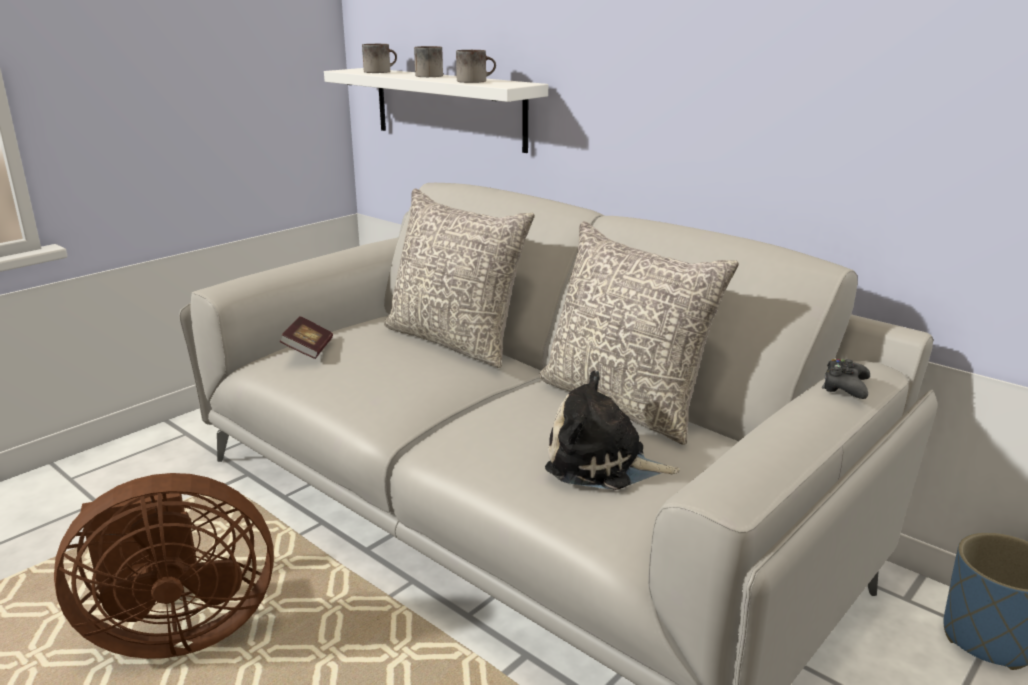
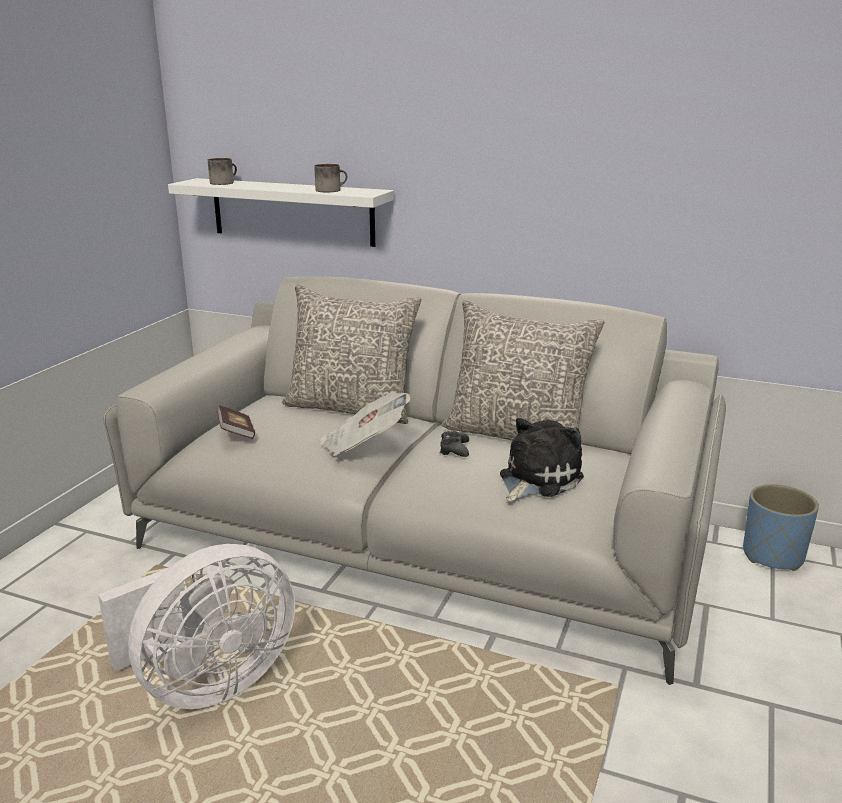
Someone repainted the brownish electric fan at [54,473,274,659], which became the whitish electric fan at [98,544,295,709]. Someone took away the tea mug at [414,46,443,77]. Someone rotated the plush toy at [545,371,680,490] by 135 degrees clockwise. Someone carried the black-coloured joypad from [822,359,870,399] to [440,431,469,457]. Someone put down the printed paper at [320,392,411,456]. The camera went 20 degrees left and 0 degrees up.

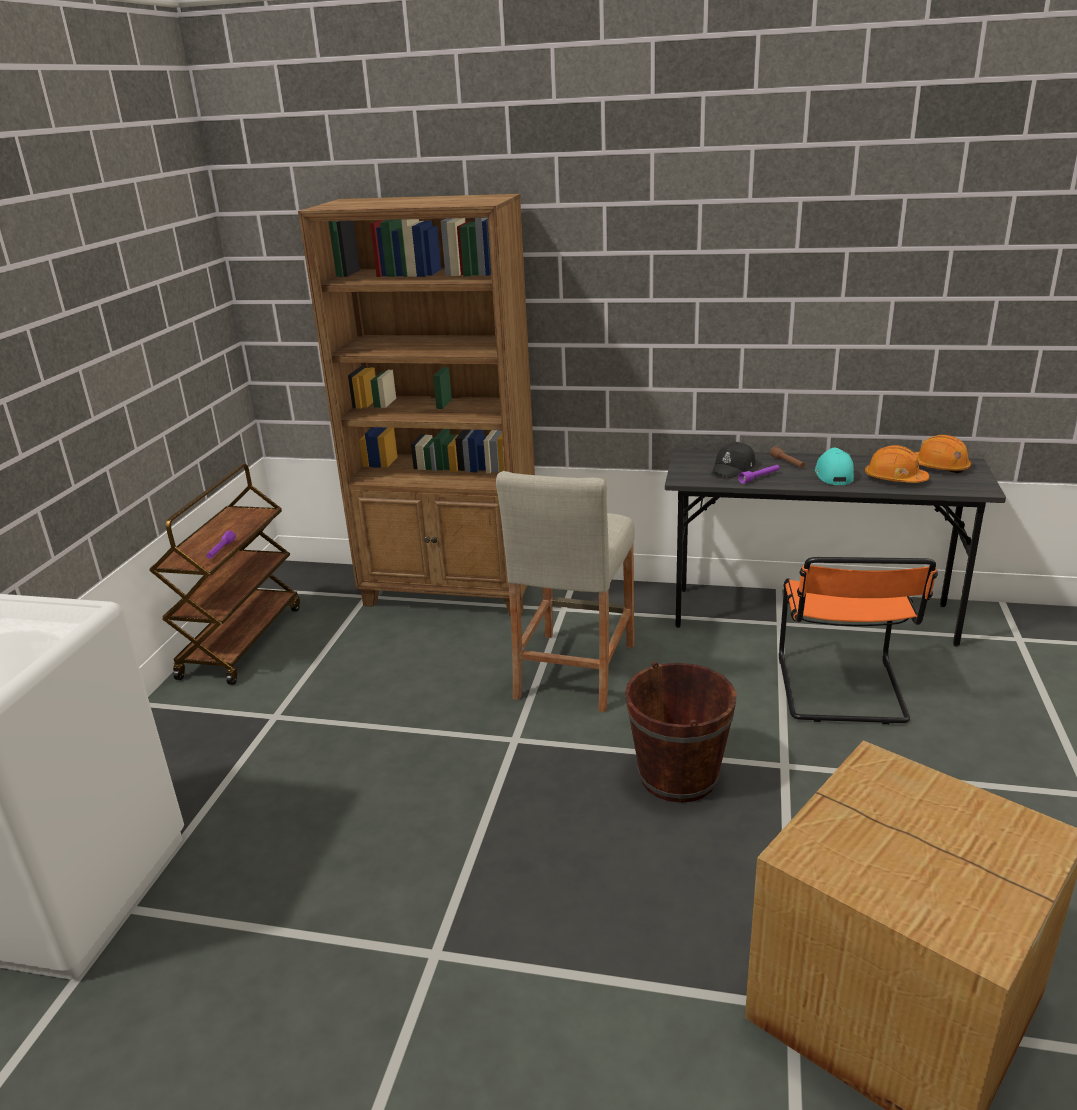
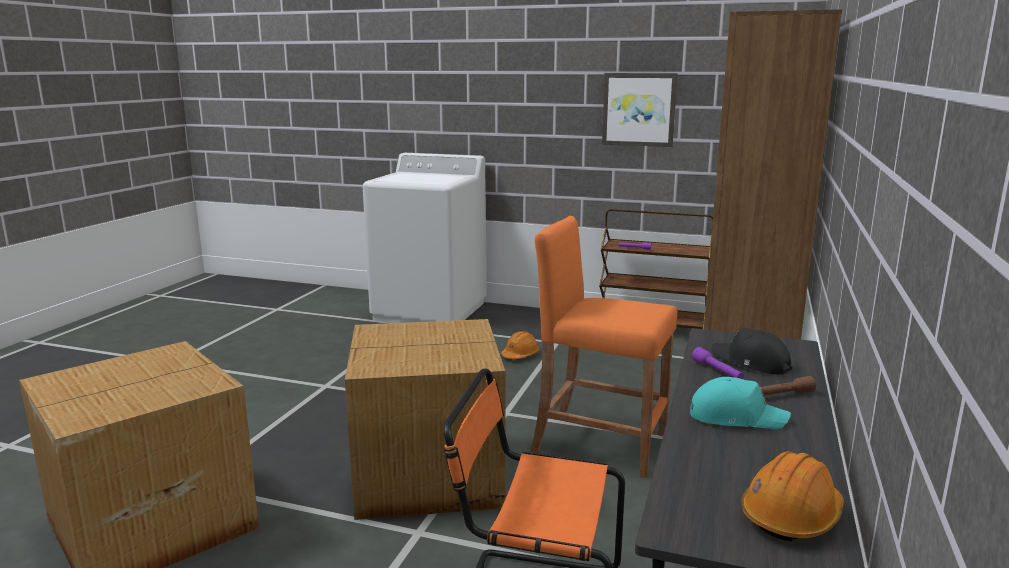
Someone repainted the beige stool at [496,471,635,712], which became the orange stool at [531,216,678,478]. Someone swapped the brownish water bucket at [625,662,737,803] for the cardboard box at [345,319,505,520]. Someone carried the orange safety helmet from [865,445,930,483] to [501,331,539,359]. Someone put up the wall picture at [602,73,677,147]. The camera went 95 degrees right and 10 degrees down.

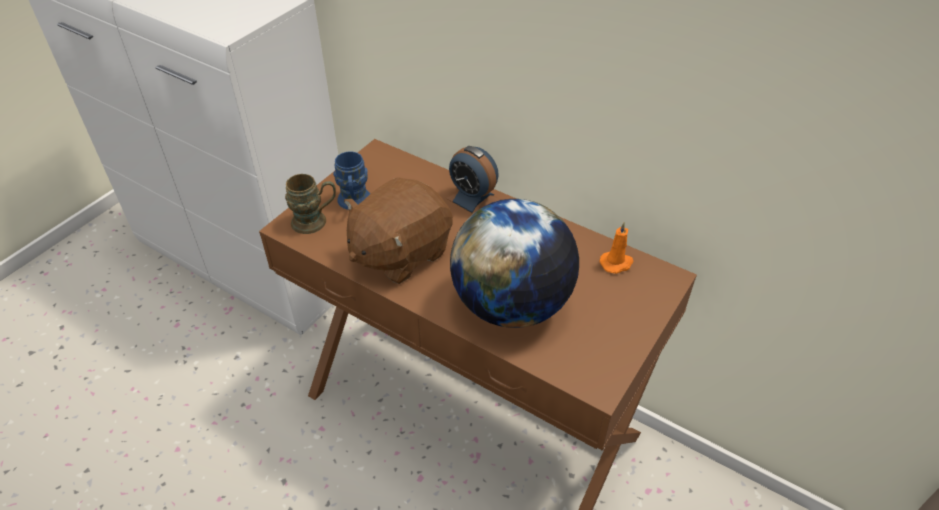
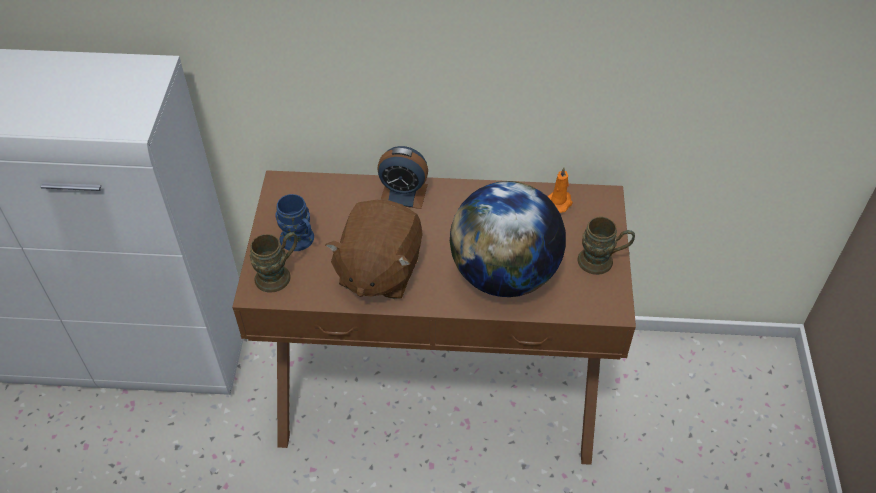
Someone put down the brownish tea mug at [578,217,635,275]. The camera went 30 degrees left and 5 degrees up.

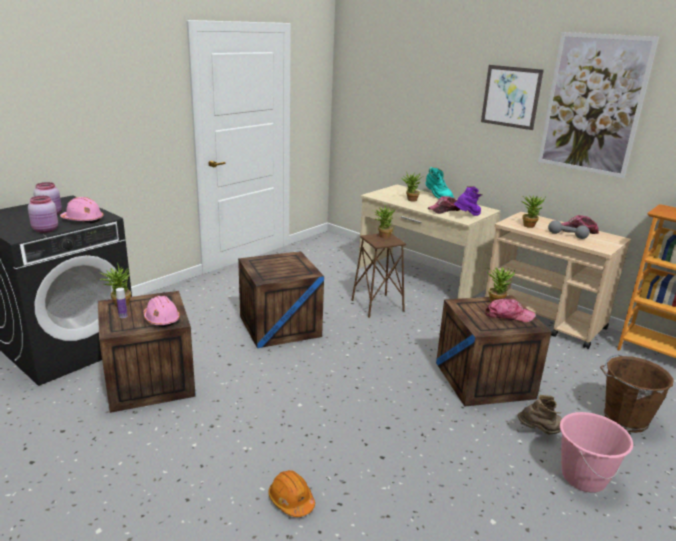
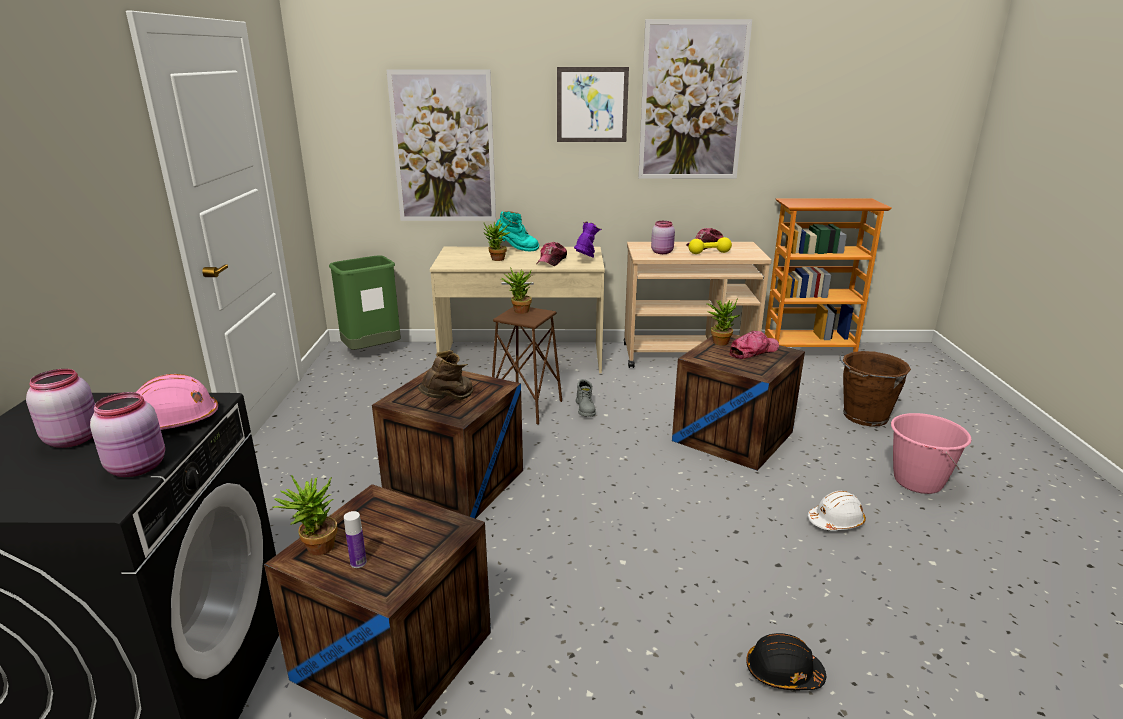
Someone took away the pinkish safety helmet at [144,296,180,327]. Someone repainted the orange safety helmet at [269,470,315,517], which became the black-coloured safety helmet at [746,633,826,690]. Someone carried the brownish boot from [517,395,562,435] to [418,350,473,400]. Someone swapped the houseplant at [522,195,546,228] for the pinkish storage jar at [651,221,675,254]. Someone repainted the grey dumbbell at [548,220,590,239], which became the yellowish dumbbell at [689,237,732,254]. Someone put down the green waste bin at [329,255,401,350]. Someone put up the wall picture at [387,69,496,221]. Someone put down the grey boot at [576,379,596,417]. Someone put down the whitish safety helmet at [808,491,866,531]. The camera went 40 degrees left and 0 degrees up.

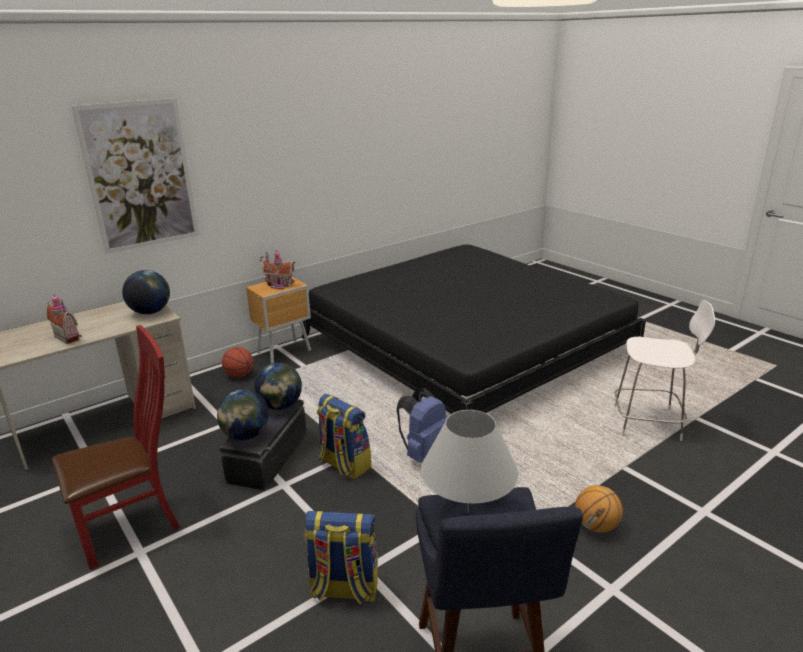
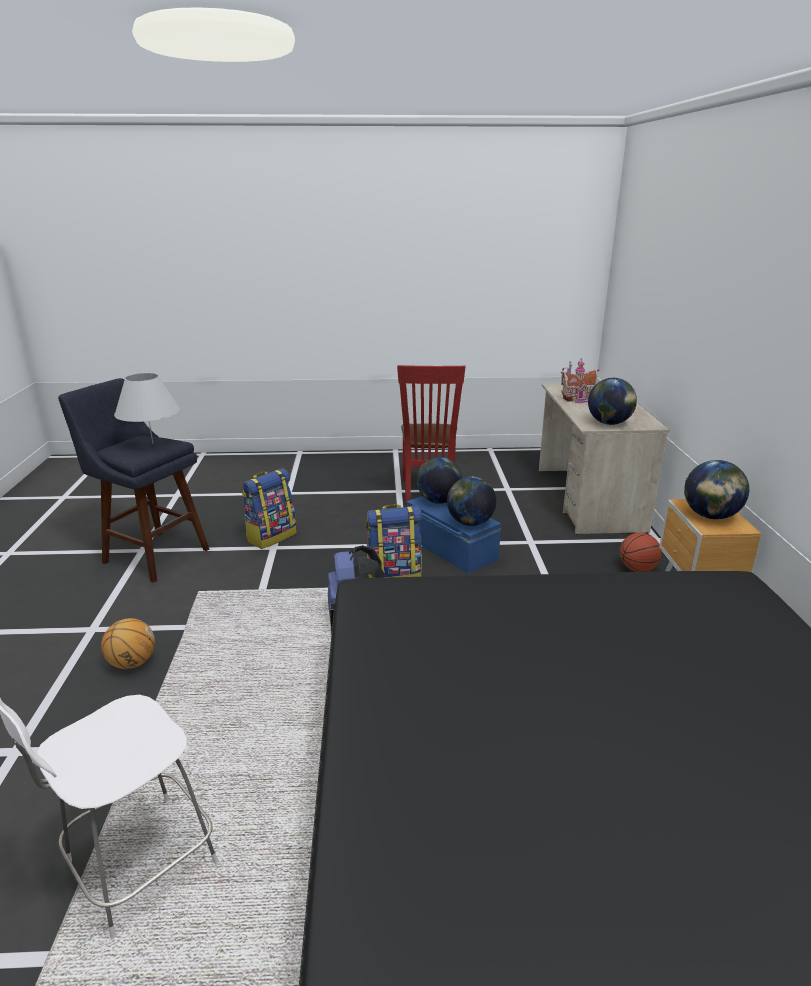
Someone took away the wall picture at [72,98,199,254]. Someone repainted the black-coloured storage box at [220,399,307,491], which became the blue storage box at [406,496,501,574]. Someone swapped the miniature house at [260,250,295,289] for the globe at [684,460,749,519]. The camera went 125 degrees right and 0 degrees up.

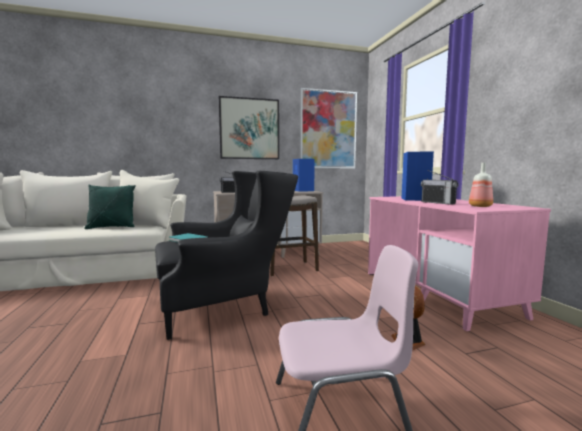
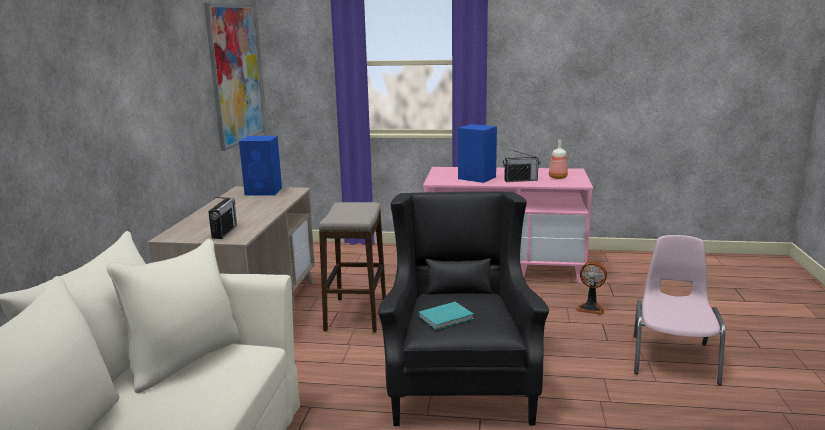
Someone took away the green cushion at [84,185,136,229]. Someone took away the wall picture at [219,96,279,159]. The camera went 65 degrees left and 10 degrees up.

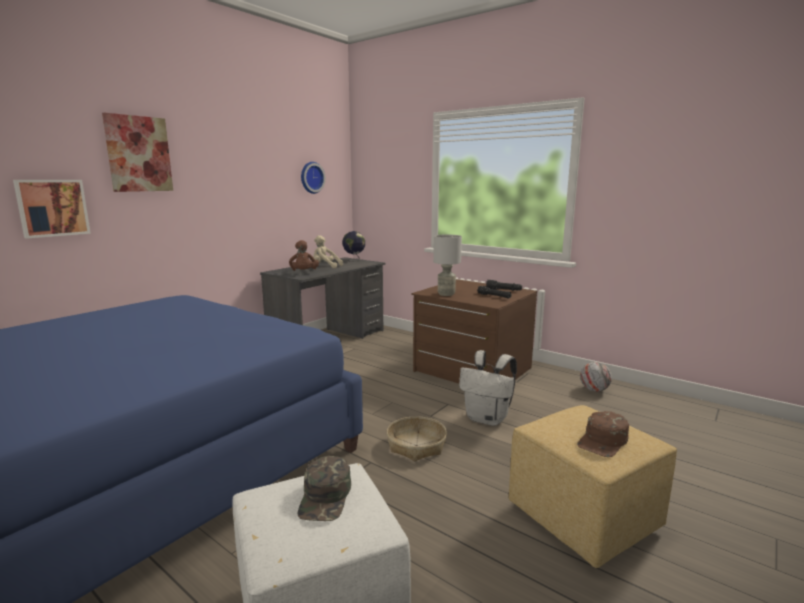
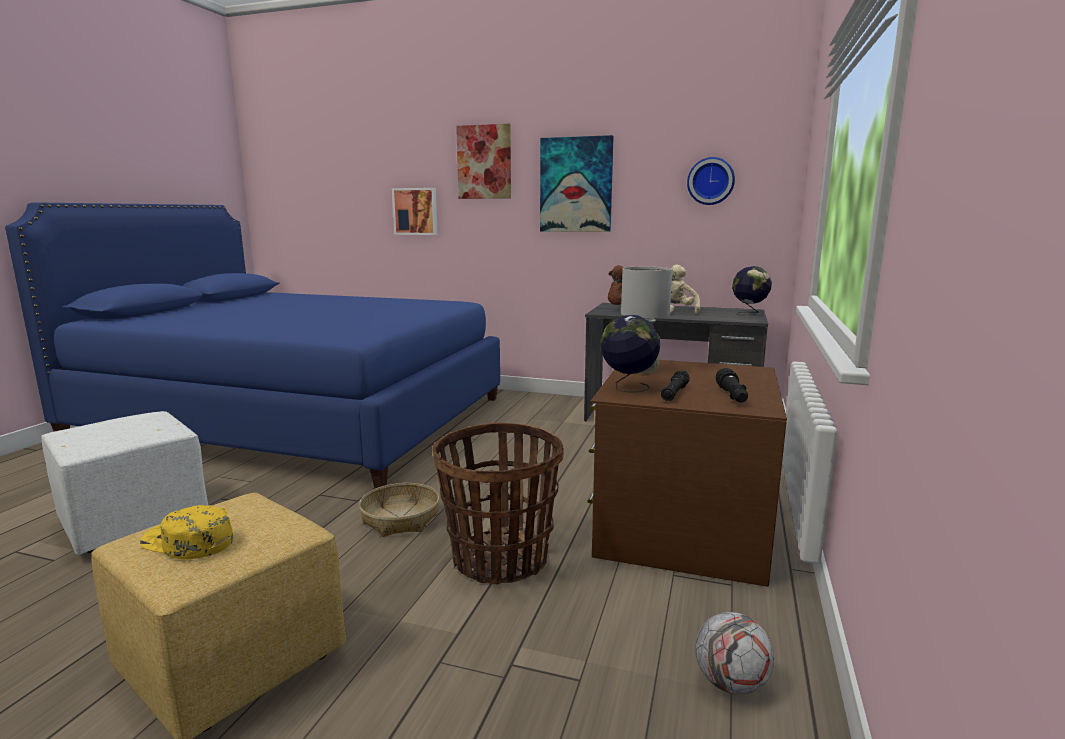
Someone took away the green peaked cap at [297,456,351,521]. Someone swapped the whitish backpack at [459,350,517,426] for the storage basket at [432,423,564,584]. Someone repainted the brownish peaked cap at [577,411,629,457], which became the yellowish peaked cap at [140,505,233,559]. Someone put up the wall picture at [540,135,614,232]. Someone put down the globe at [600,315,660,392]. The camera went 70 degrees right and 0 degrees up.

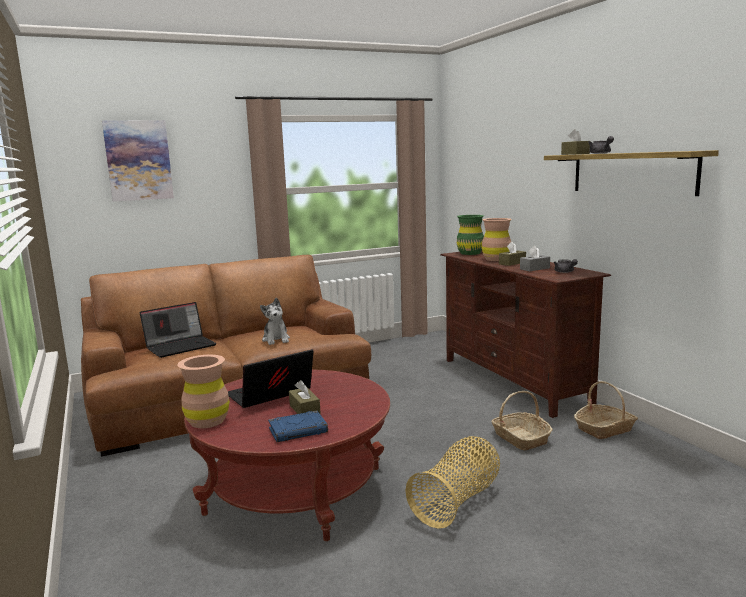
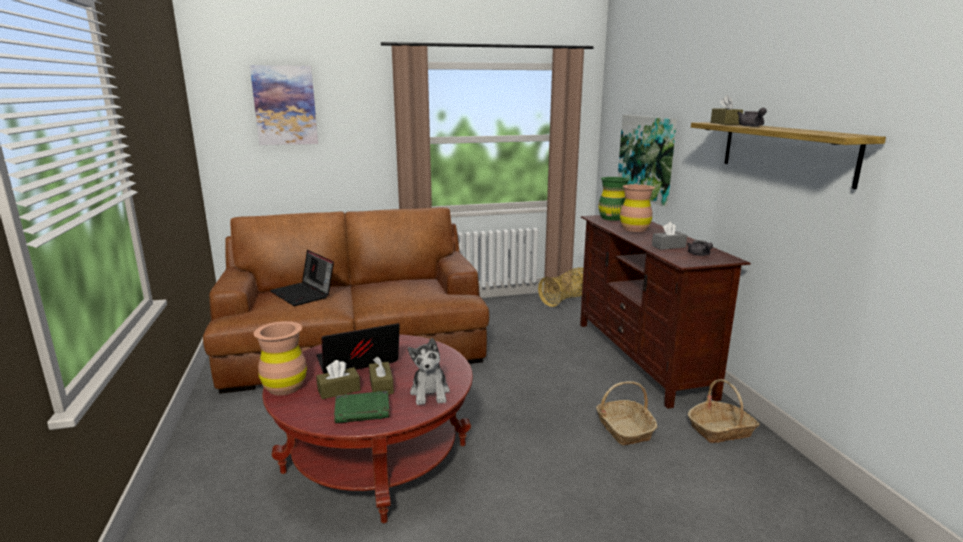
Someone rotated the portable computer at [139,302,216,358] by 75 degrees clockwise. Someone carried the plush toy from [260,298,290,345] to [408,338,450,405]. Someone repainted the blue book at [268,410,328,442], which became the green book at [334,391,390,423]. Someone carried the storage basket from [405,436,500,529] to [538,267,584,307]. Someone carried the brownish tissue holder from [499,242,526,266] to [316,360,360,399]. Someone put up the wall picture at [618,114,677,207]. The camera went 10 degrees right and 5 degrees up.

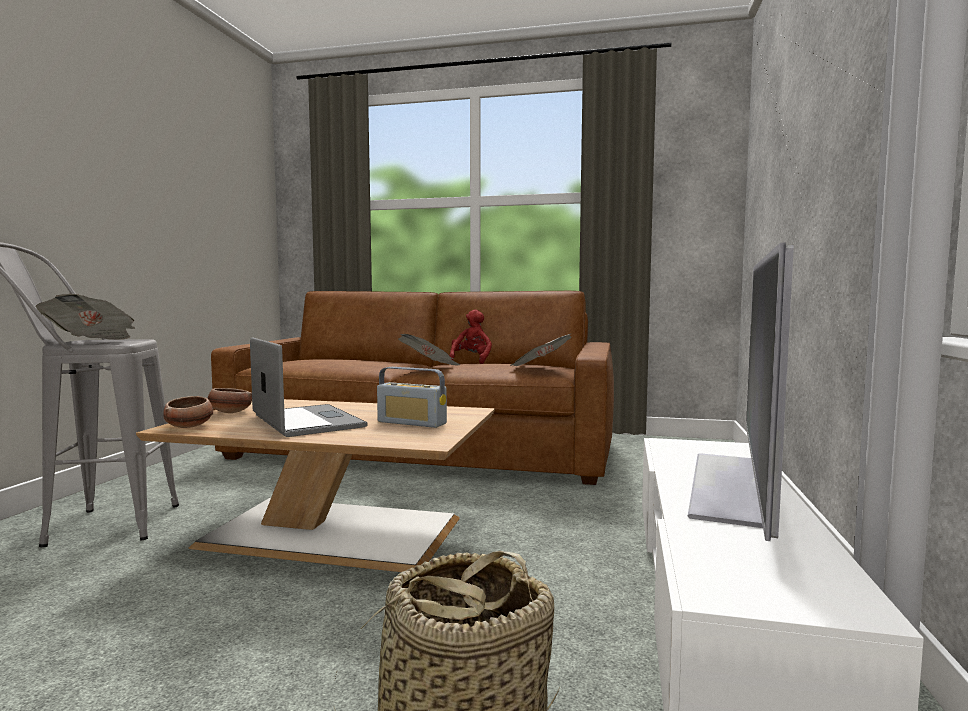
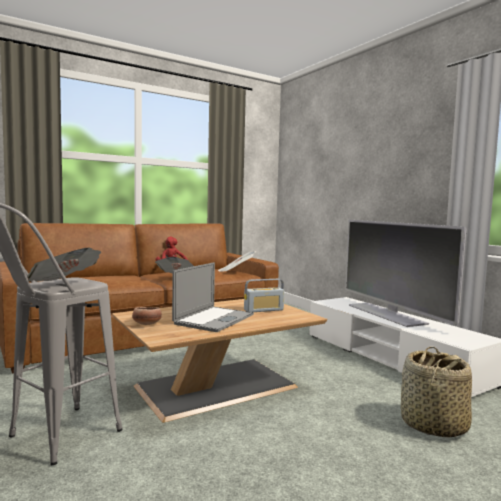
Someone took away the deep dish at [163,396,213,428]. Someone rotated the portable computer at [250,337,368,437] by 105 degrees clockwise. The camera went 45 degrees left and 0 degrees up.

